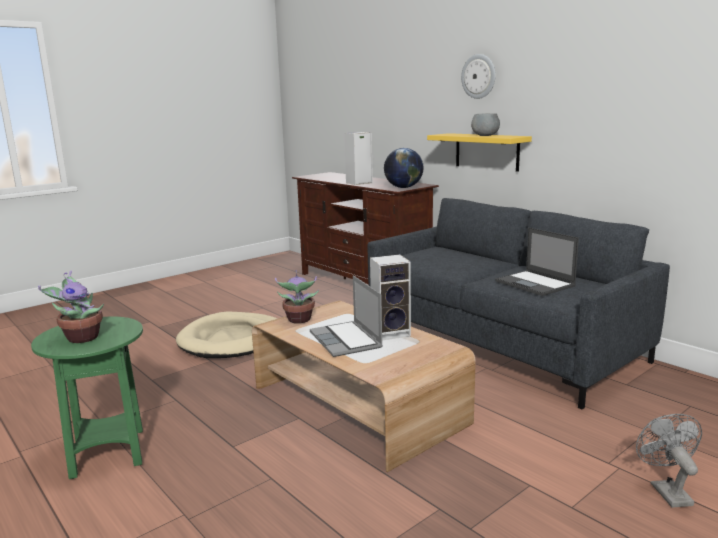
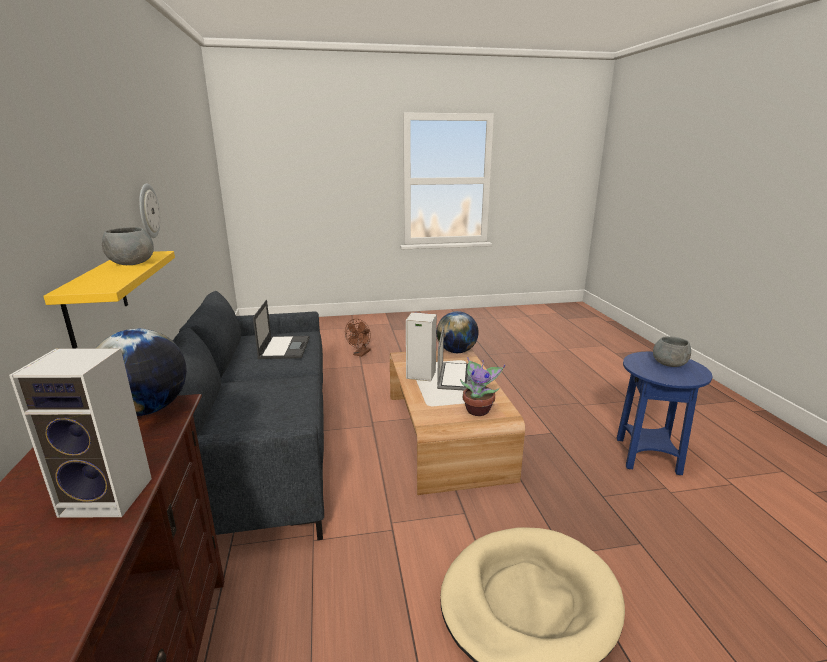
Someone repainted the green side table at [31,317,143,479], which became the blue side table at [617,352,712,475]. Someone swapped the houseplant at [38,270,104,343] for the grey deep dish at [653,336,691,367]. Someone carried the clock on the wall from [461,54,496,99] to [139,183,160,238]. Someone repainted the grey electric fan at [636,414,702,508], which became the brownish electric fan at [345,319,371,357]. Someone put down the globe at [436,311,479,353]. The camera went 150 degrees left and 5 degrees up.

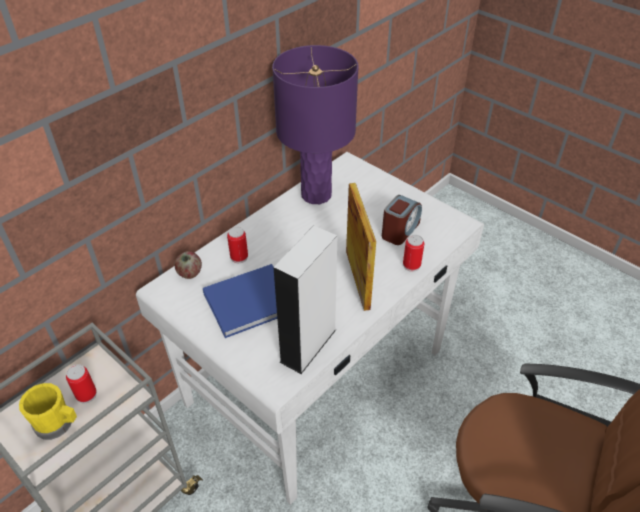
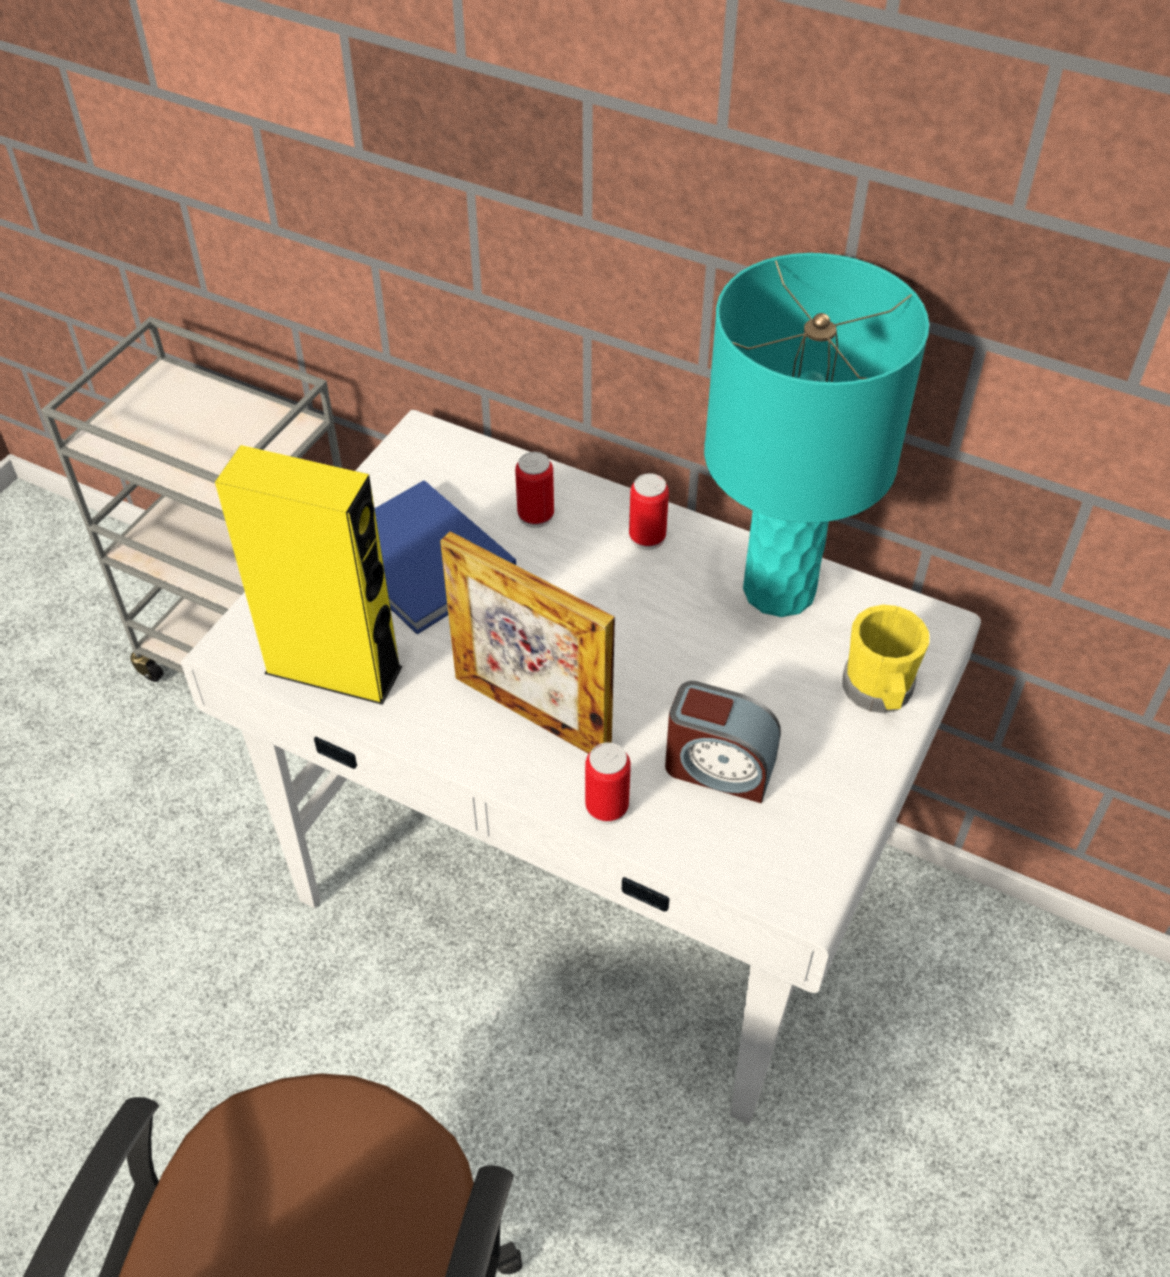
Someone carried the yellowish tea mug from [19,383,77,440] to [842,605,929,713]. Someone carried the metal can from [66,365,97,403] to [629,473,669,550]. Someone took away the apple at [174,251,202,279]. Someone repainted the purplish tabletop lamp at [272,45,359,204], which became the turquoise tabletop lamp at [704,253,929,617]. Someone repainted the whitish audio speaker at [273,226,338,374], which became the yellowish audio speaker at [215,445,403,705]. Someone rotated the picture frame at [346,183,376,311] by 60 degrees clockwise. The camera went 75 degrees right and 5 degrees up.

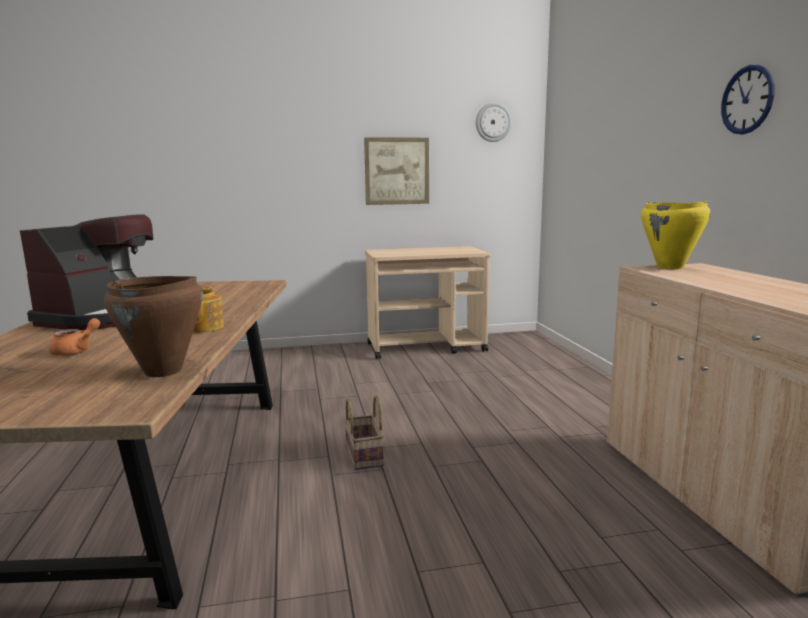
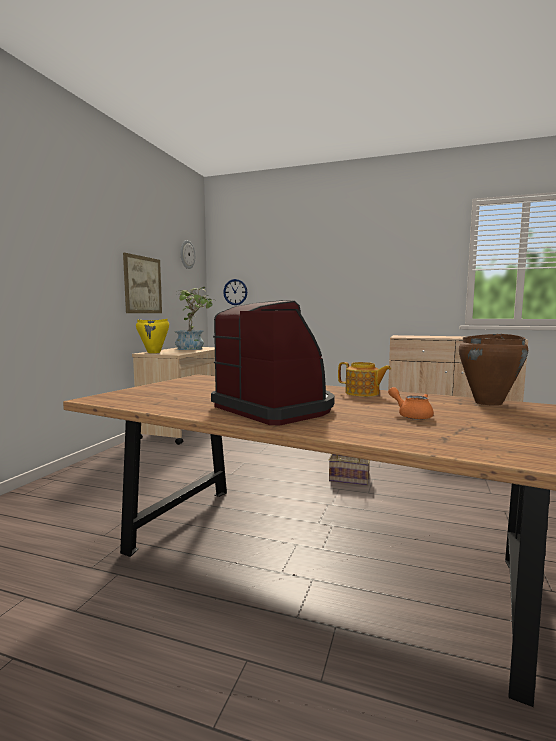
Someone carried the yellowish cooking pot from [641,201,711,270] to [136,319,169,353]. Someone carried the clock on the wall from [721,65,775,134] to [223,279,247,305]. Someone put down the houseplant at [175,287,213,350]. The camera went 60 degrees left and 5 degrees down.

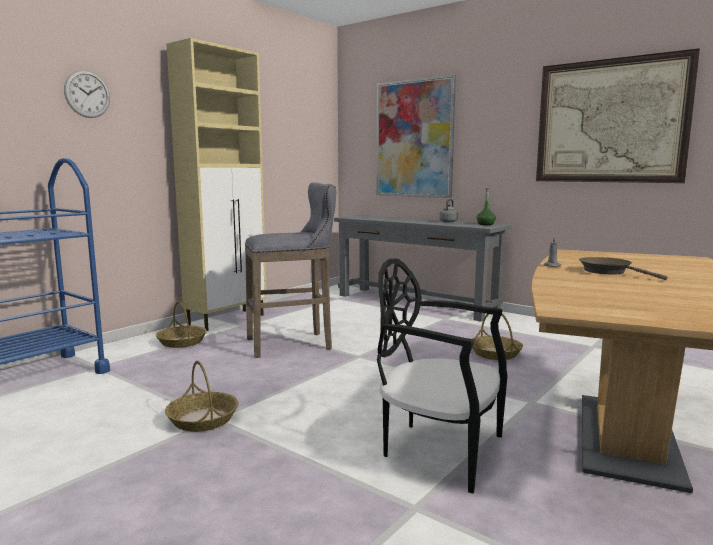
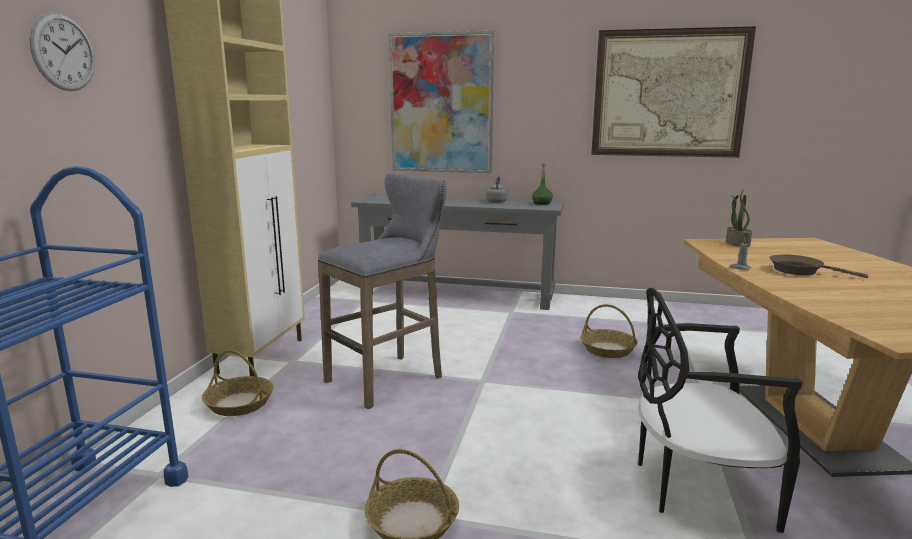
Someone put down the houseplant at [726,191,752,247]. The camera went 25 degrees left and 5 degrees up.

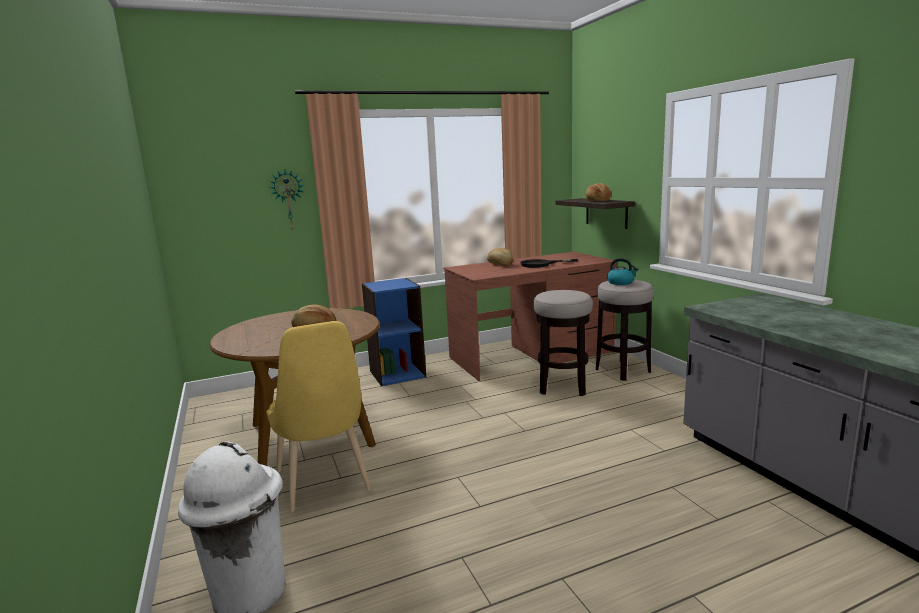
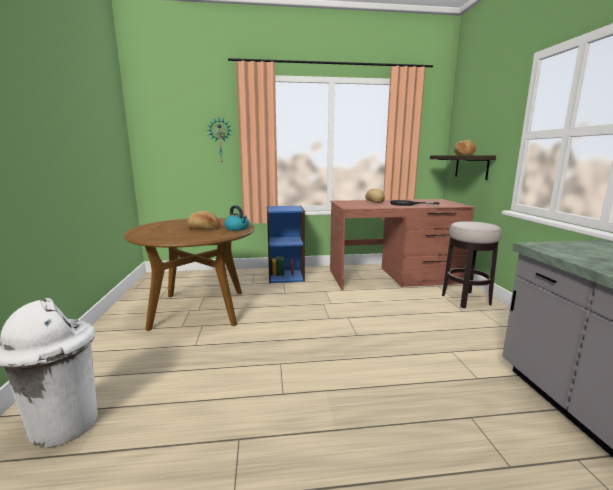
Someone took away the yellowish chair at [266,321,371,512]. Someone took away the stool at [533,290,593,396]. Someone carried the water kettle from [607,258,639,285] to [224,205,249,231]. The camera went 15 degrees right and 0 degrees up.

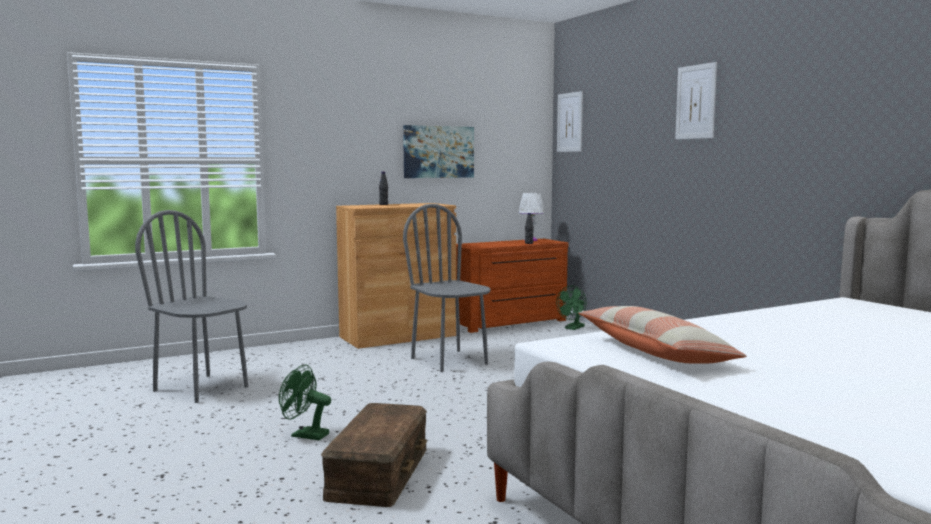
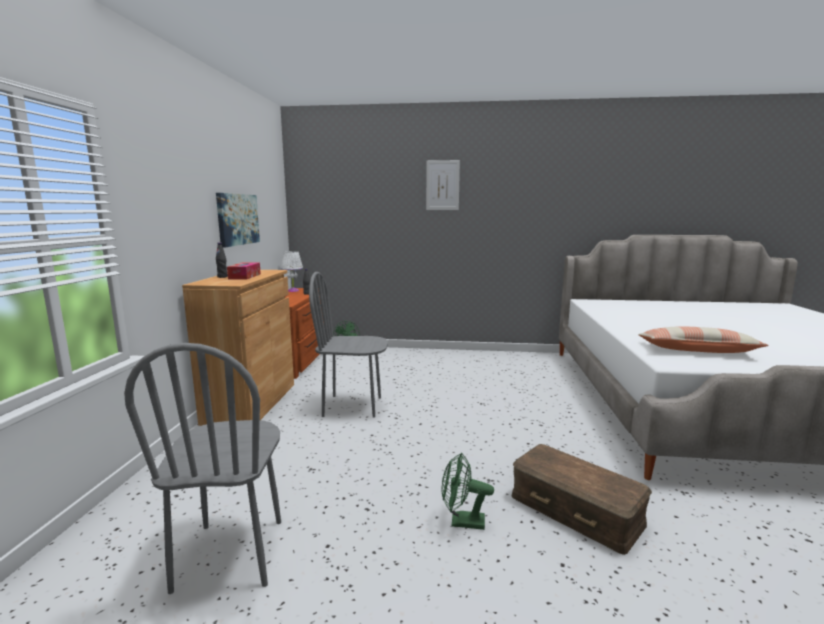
Someone rotated the grey chair at [135,210,248,403] by 75 degrees counterclockwise. Someone rotated the green electric fan at [279,364,331,440] by 45 degrees clockwise. Someone took away the wall picture at [557,91,583,152]. Someone put down the tissue holder at [227,262,261,280]. The camera went 55 degrees left and 5 degrees up.

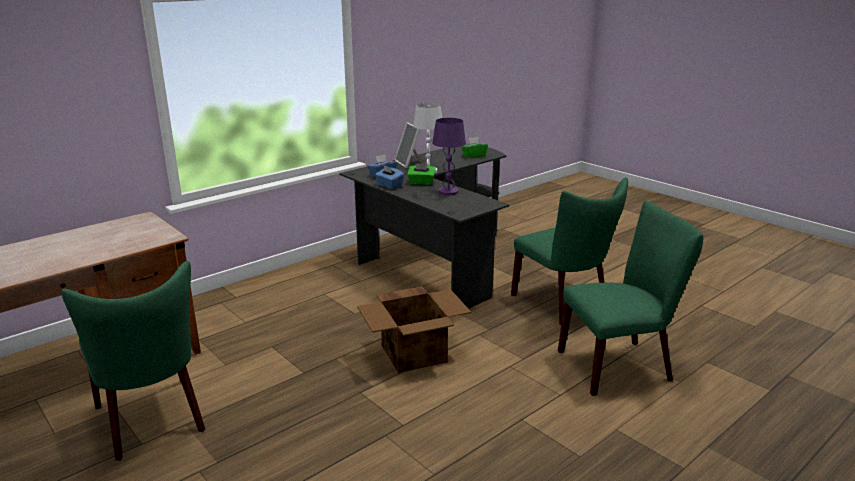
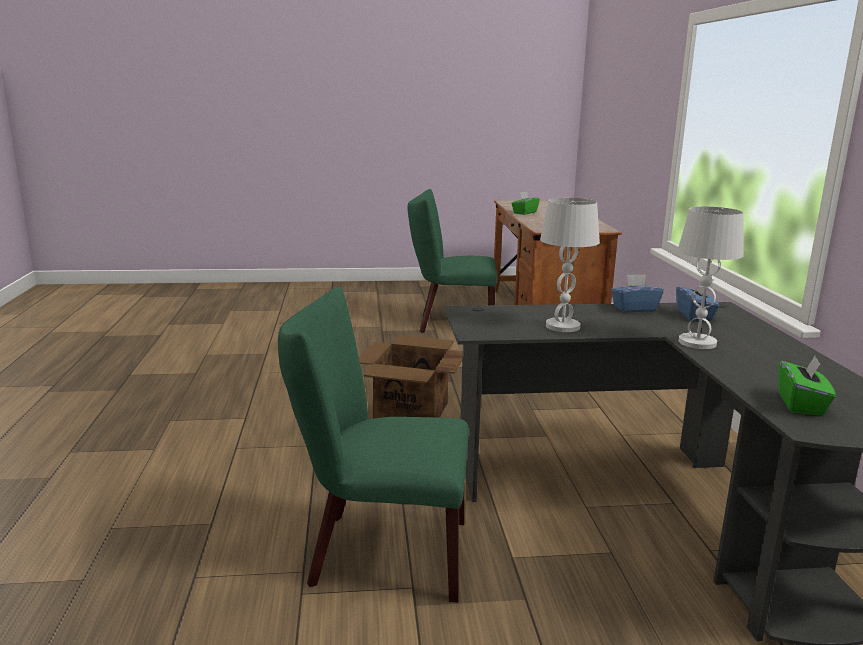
Someone took away the picture frame at [395,122,422,168]. Someone carried the green tissue holder from [407,163,436,185] to [511,192,540,215]. Someone repainted the purplish tabletop lamp at [432,118,466,195], which became the whitish tabletop lamp at [540,198,600,332]. Someone took away the green chair at [558,200,703,396]. The camera went 125 degrees right and 5 degrees down.

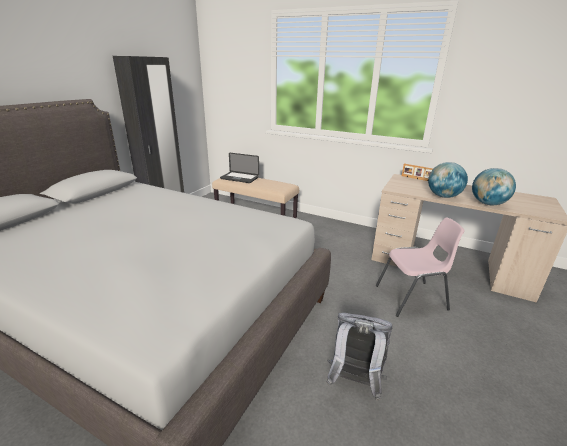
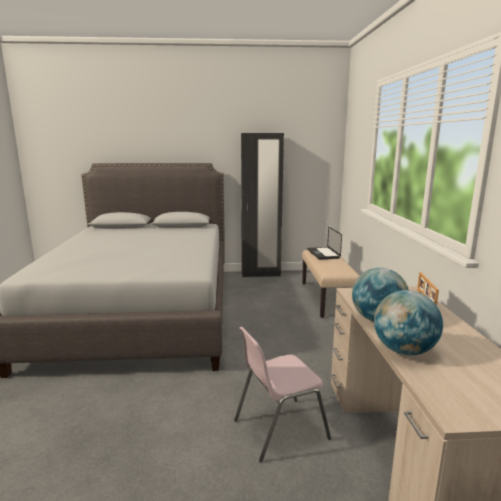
Someone took away the grey backpack at [326,313,392,401]. Someone rotated the pinkish chair at [376,217,464,317] by 105 degrees clockwise. The camera went 60 degrees right and 10 degrees down.

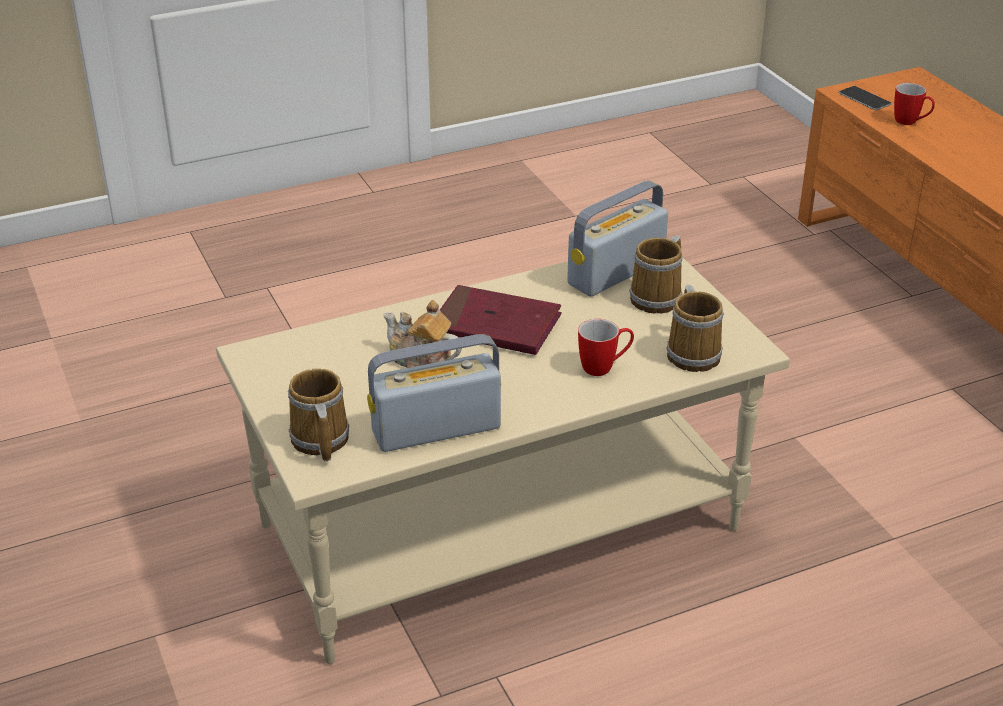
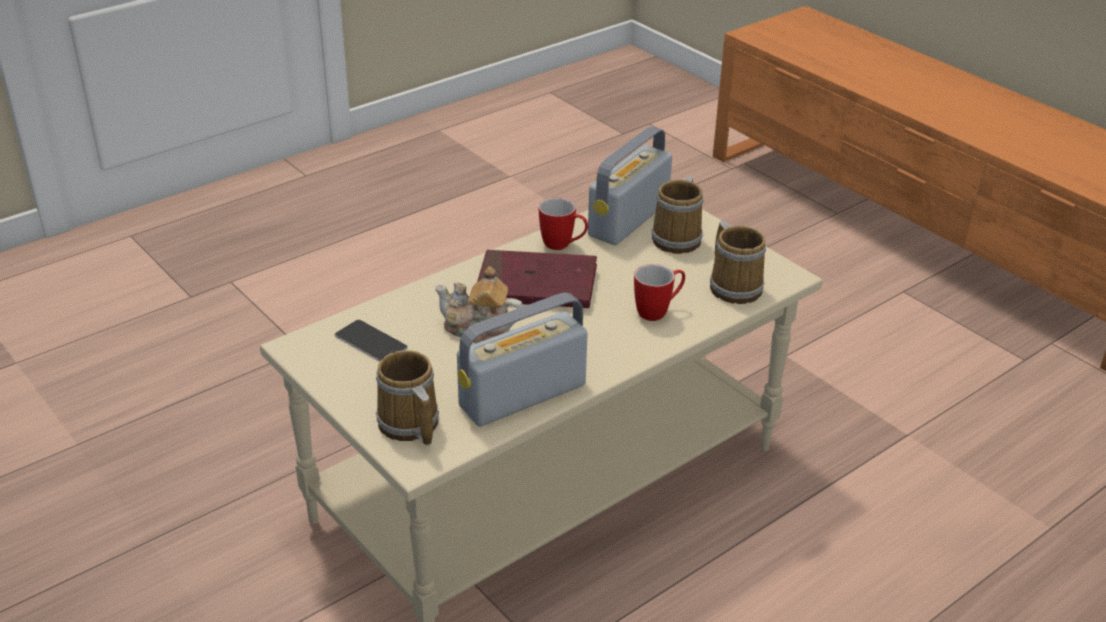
Someone carried the telephone from [838,86,892,110] to [334,320,408,362]. Someone carried the tea mug from [894,83,935,125] to [539,197,588,250]. The camera went 15 degrees left and 0 degrees up.

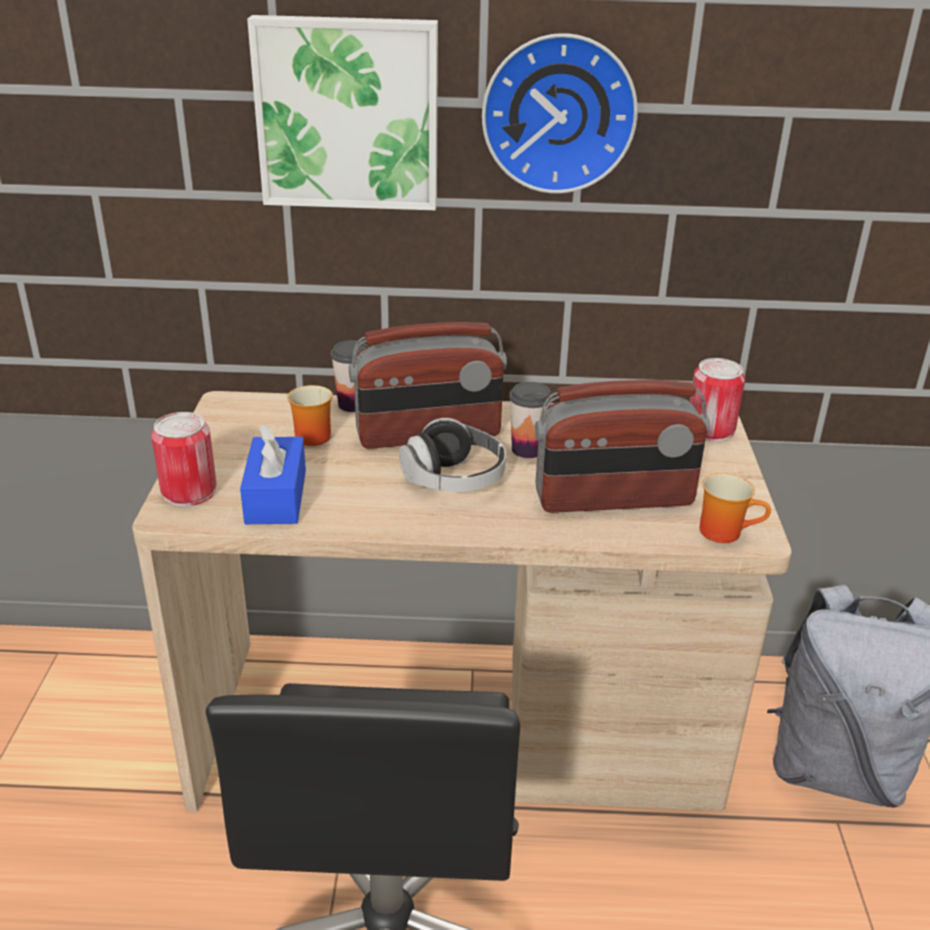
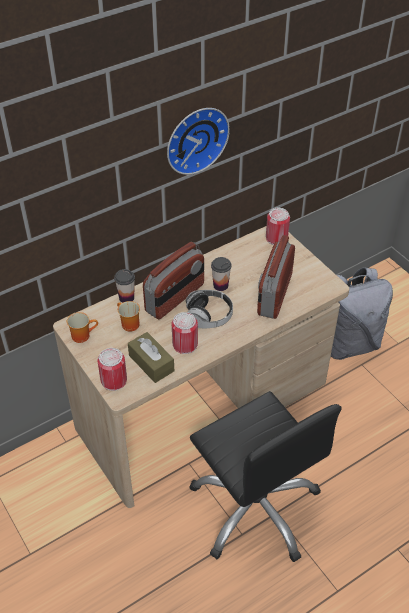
Someone repainted the blue tissue holder at [240,424,306,524], which became the brownish tissue holder at [128,332,174,383]. Someone took away the wall picture at [247,15,438,210]. Someone rotated the radio at [535,380,710,513] by 150 degrees clockwise. Someone carried the tea mug from [699,473,771,543] to [67,312,98,343]. Someone put down the metal can at [172,312,198,354]. The camera went 35 degrees left and 15 degrees up.

